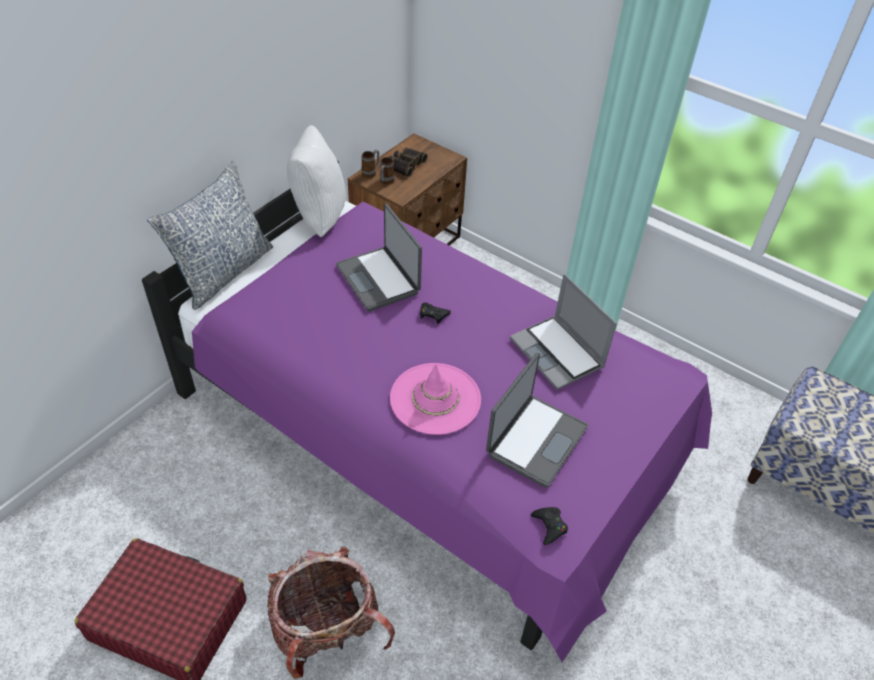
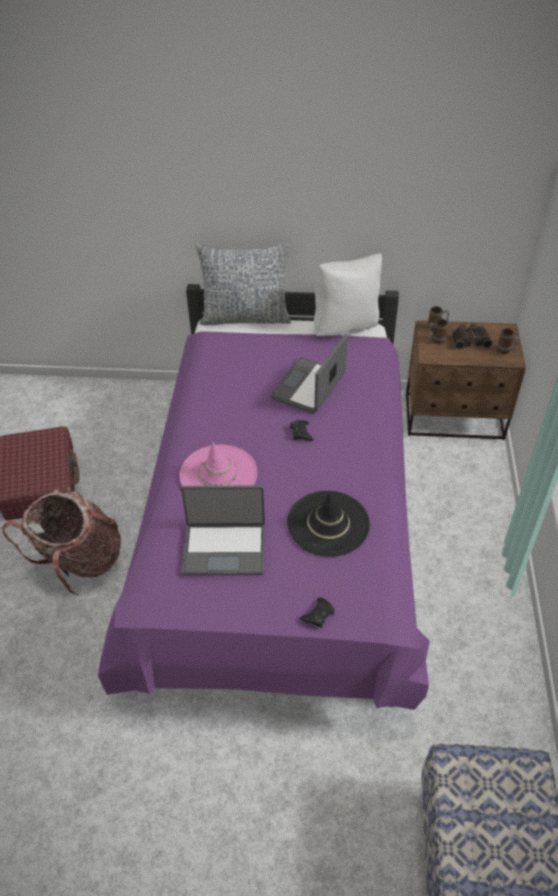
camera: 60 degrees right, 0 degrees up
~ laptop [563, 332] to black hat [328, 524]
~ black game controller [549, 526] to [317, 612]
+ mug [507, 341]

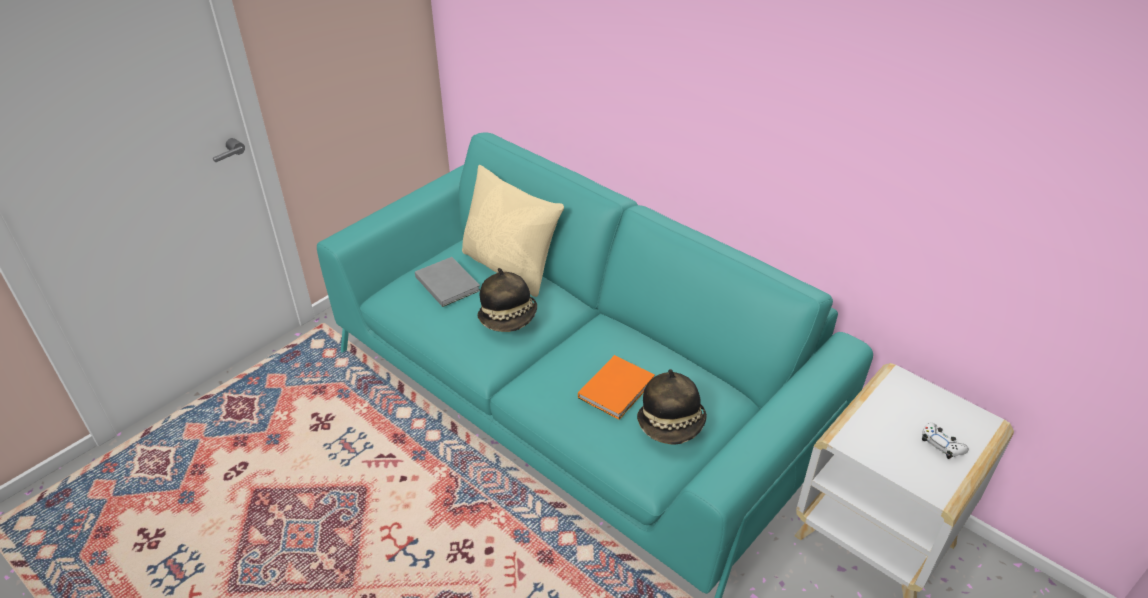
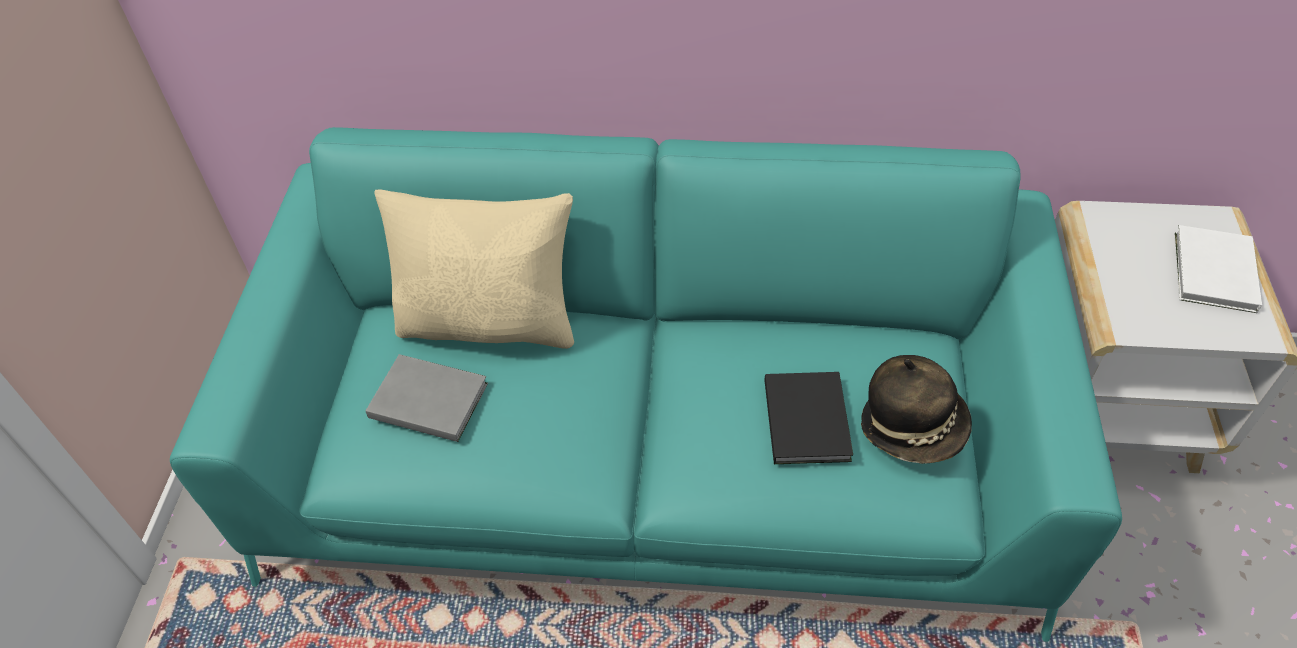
camera: 35 degrees left, 10 degrees up
- hat [507, 300]
~ orange book [616, 387] to black book [808, 418]
~ white game controller [945, 441] to white book [1218, 269]

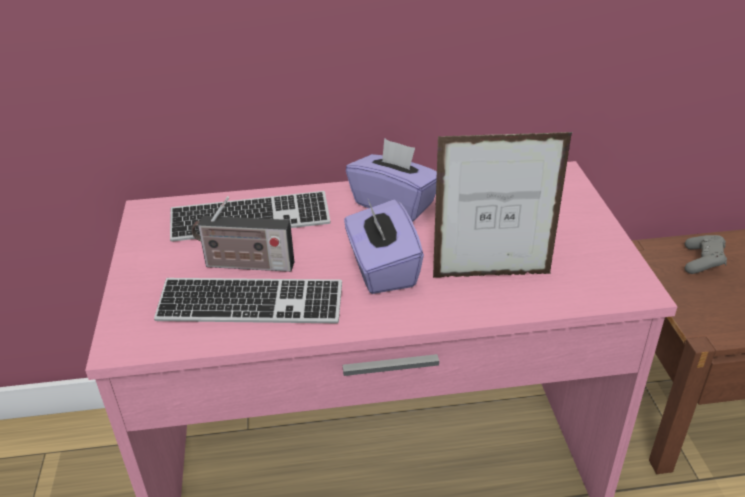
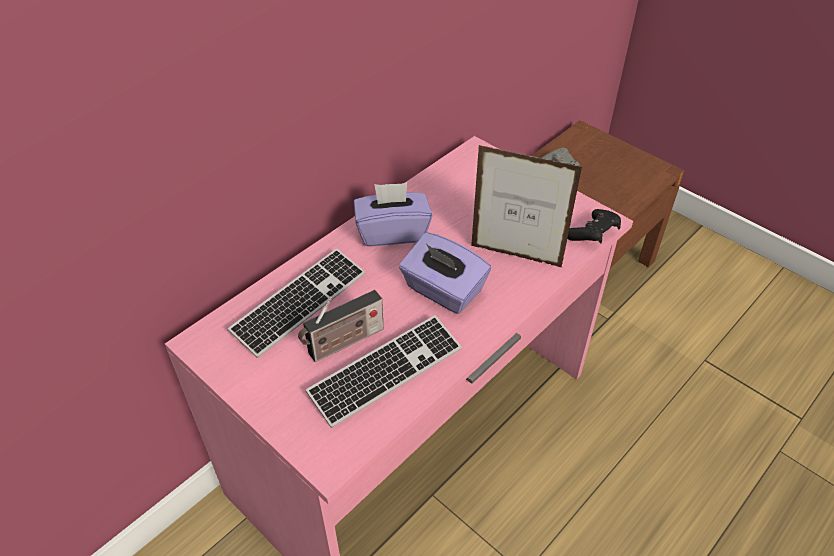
camera: 40 degrees left, 10 degrees up
~ picture frame [503, 205] = [526, 206] 60 degrees clockwise
+ black game controller [594, 226]

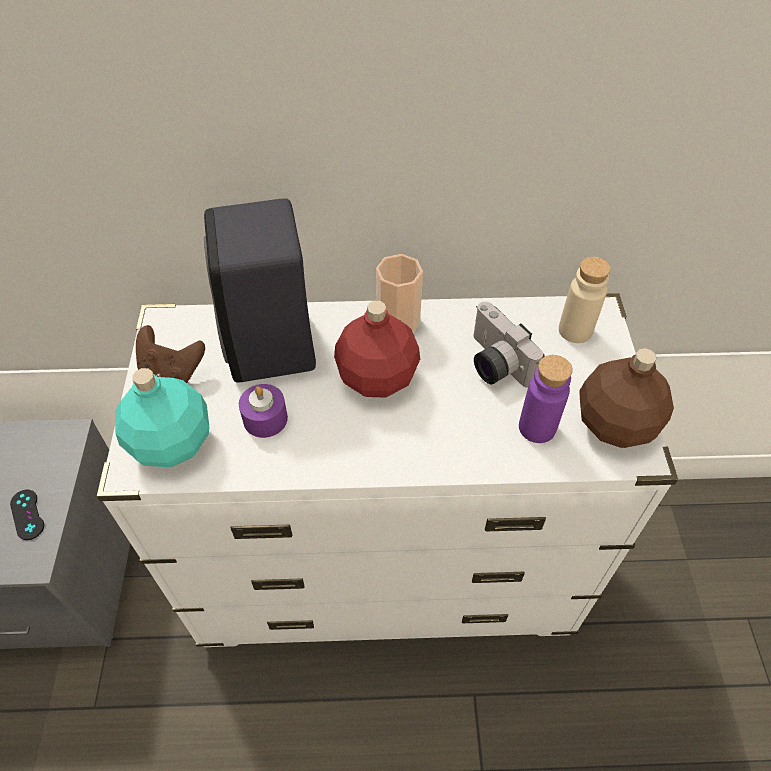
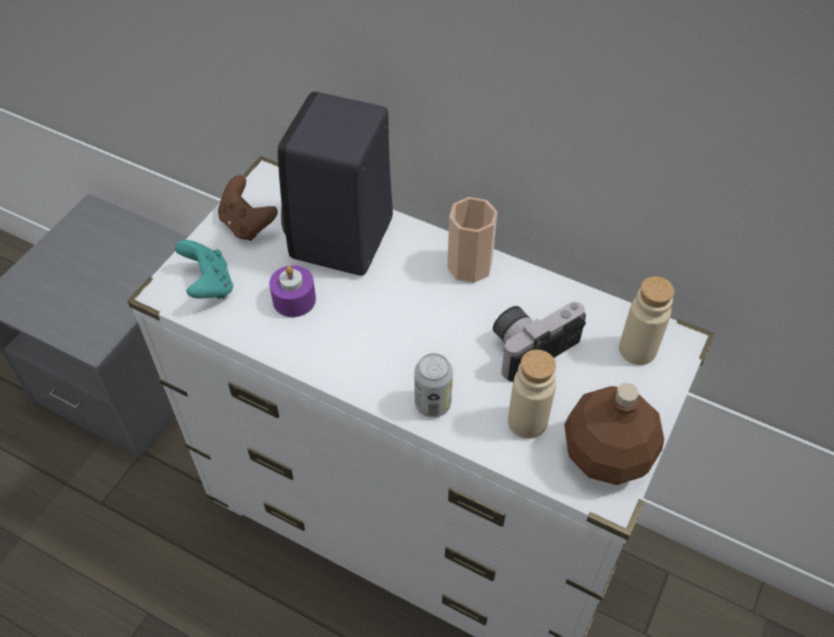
camera: 30 degrees right, 0 degrees up
- red bottle [377, 349]
~ photo camera [508, 345] = [539, 342] 60 degrees clockwise
~ purple bottle [546, 399] to beige bottle [532, 394]
~ turquoise bottle [162, 417] to turquoise game controller [204, 269]
- black game controller [27, 514]
+ can [434, 385]

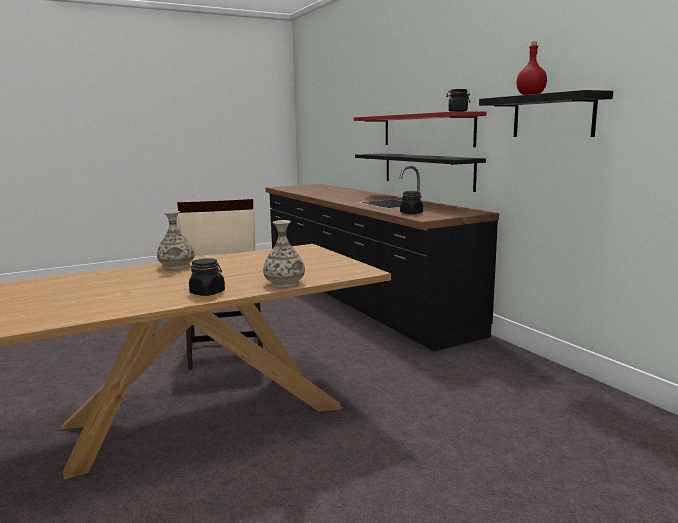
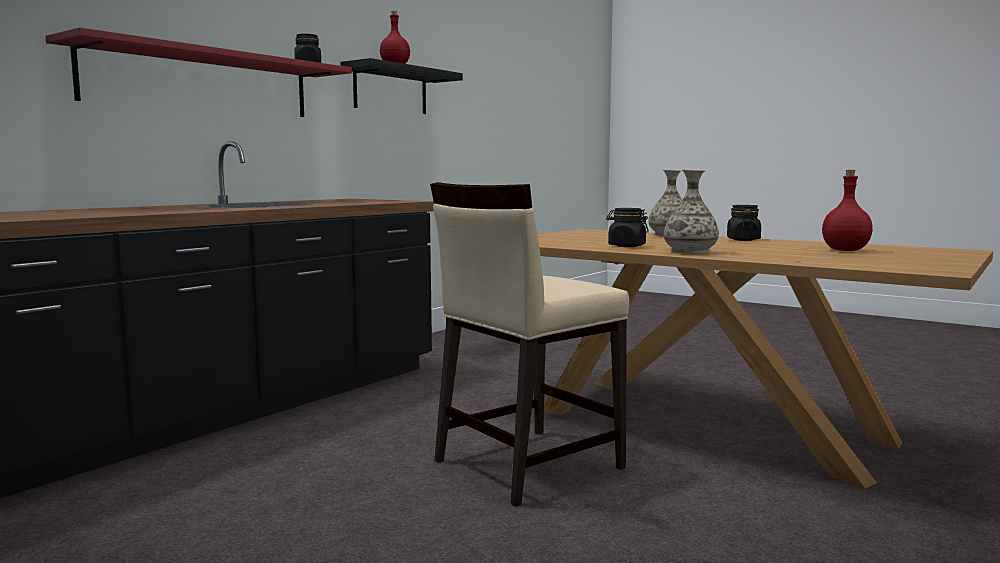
camera: 115 degrees left, 5 degrees down
- black shelf [420, 172]
~ black jar [411, 202] to [627, 227]
+ red bottle [847, 210]

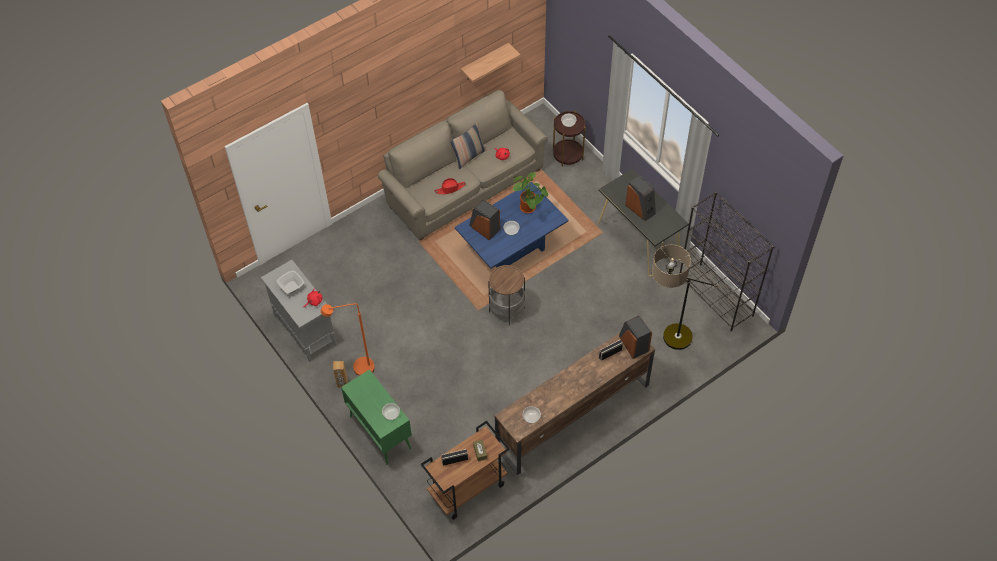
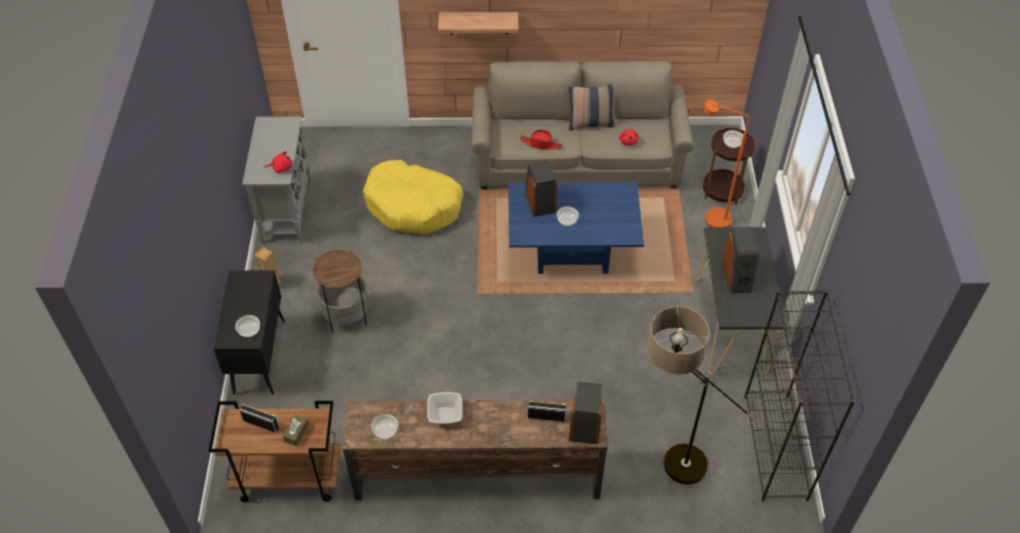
camera: 35 degrees right, 5 degrees down
~ shelf [490, 63] to [478, 23]
- potted plant [530, 193]
~ side table [506, 295] to [340, 291]
~ bowl [290, 282] to [444, 408]
~ orange floor lamp [348, 339] to [726, 163]
~ green cabinet [376, 417] to black cabinet [249, 332]
+ yellow dog bed [413, 197]

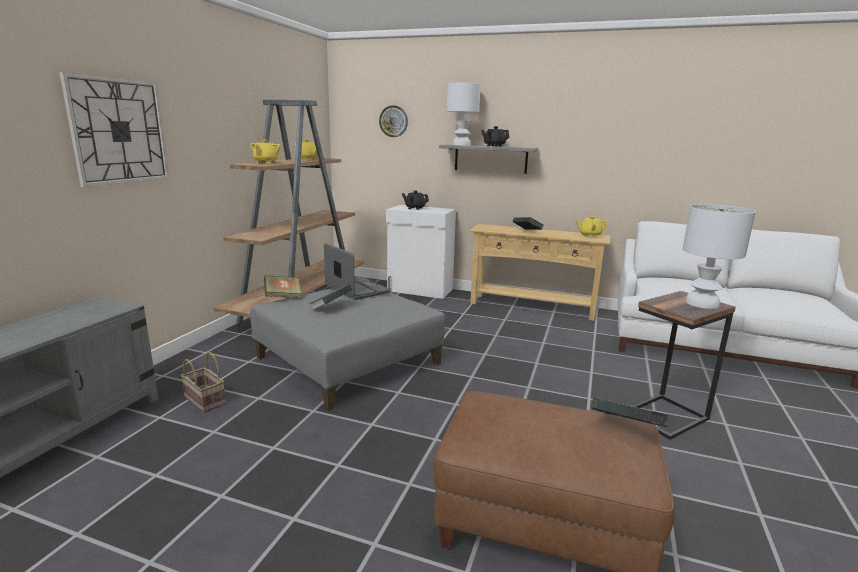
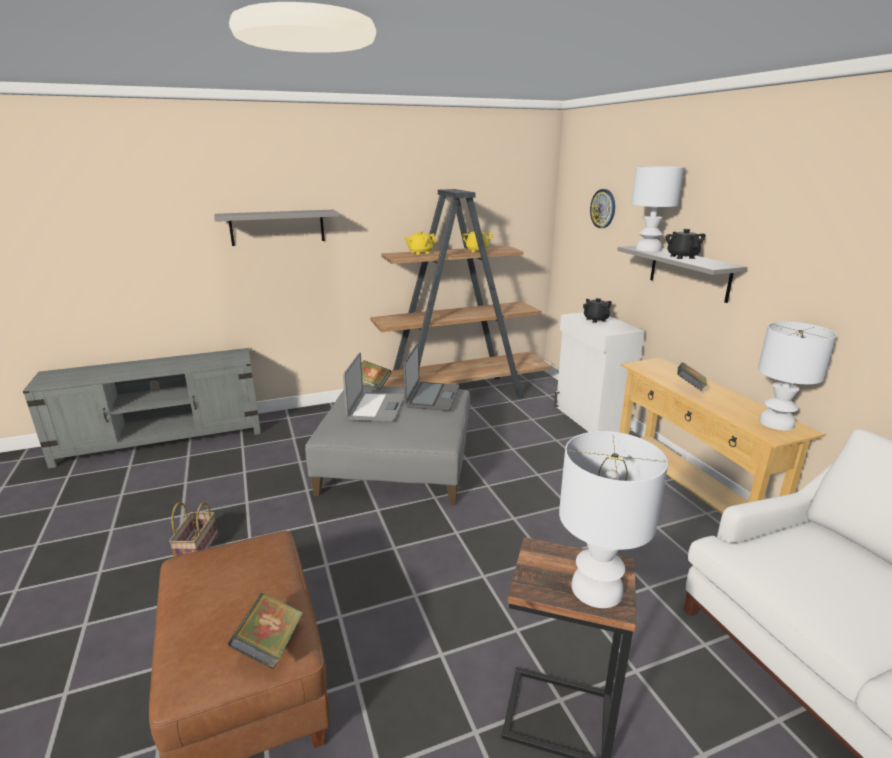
camera: 50 degrees right, 5 degrees up
~ wall clock [114, 129] to grey shelf [277, 228]
~ yellow teapot [591, 227] to white table lamp [797, 376]
~ book [330, 297] to laptop [373, 387]
~ basket [203, 382] to [193, 529]

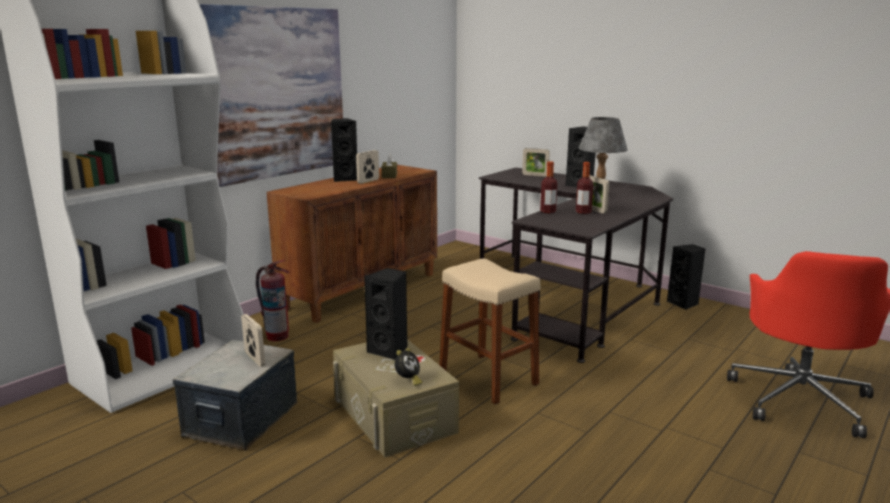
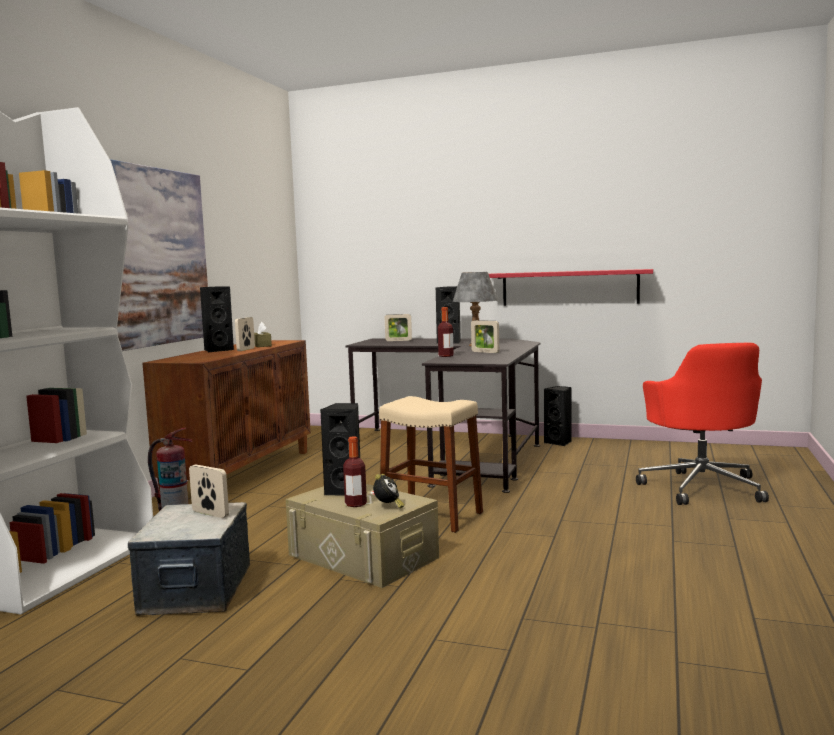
camera: 20 degrees left, 10 degrees down
~ bottle [585, 188] to [355, 471]
+ red shelf [571, 287]

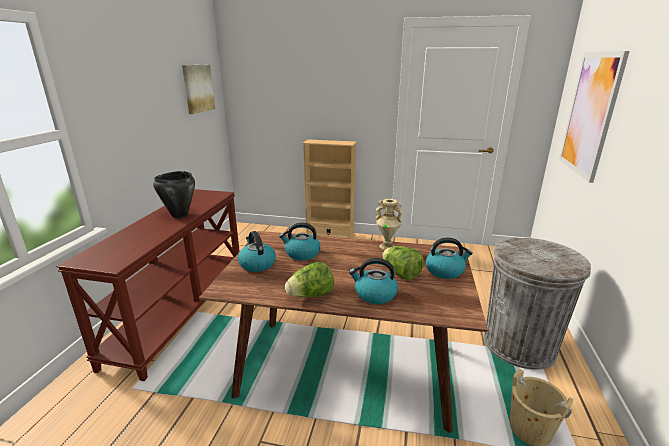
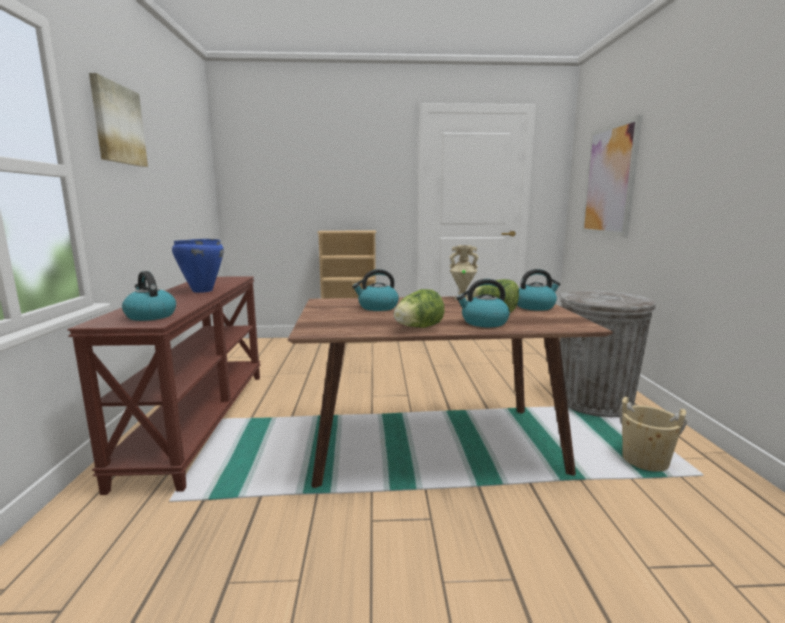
camera: 15 degrees left, 10 degrees down
~ picture [198, 89] to [118, 120]
~ black cooking pot [174, 194] to blue cooking pot [198, 266]
~ kettle [257, 251] to [149, 296]

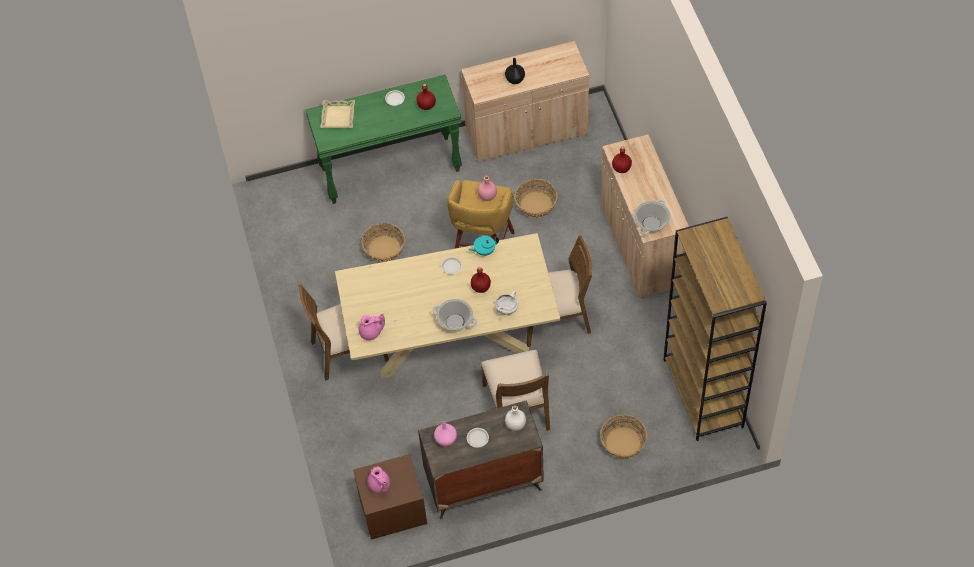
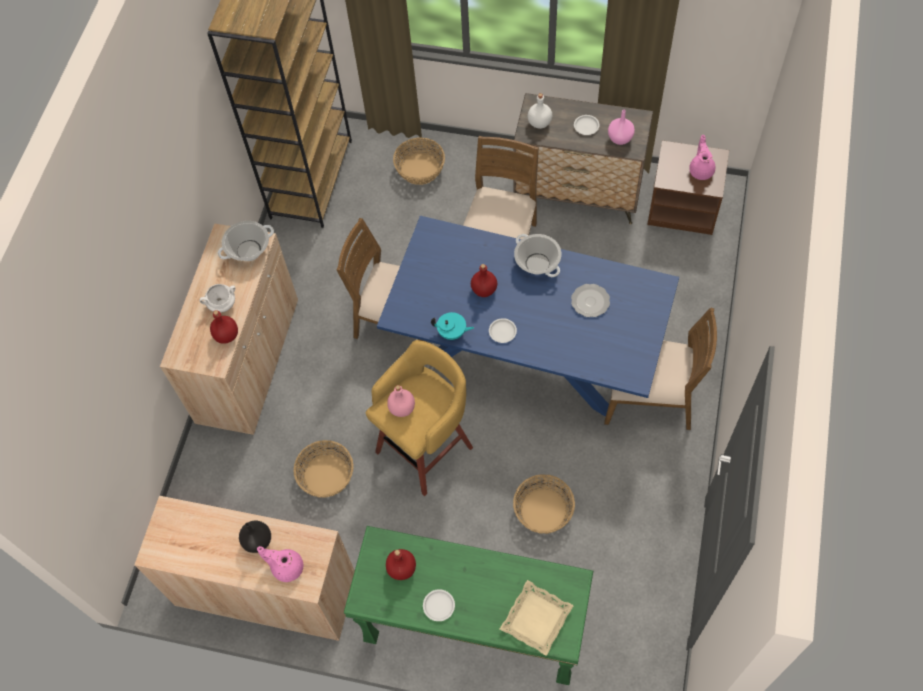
camera: 150 degrees left, 5 degrees up
~ beige dining table [447, 305] to blue dining table [528, 316]
~ white cooking pot [506, 303] to [217, 298]
~ pink teapot [372, 327] to [280, 564]
+ plate [590, 300]

